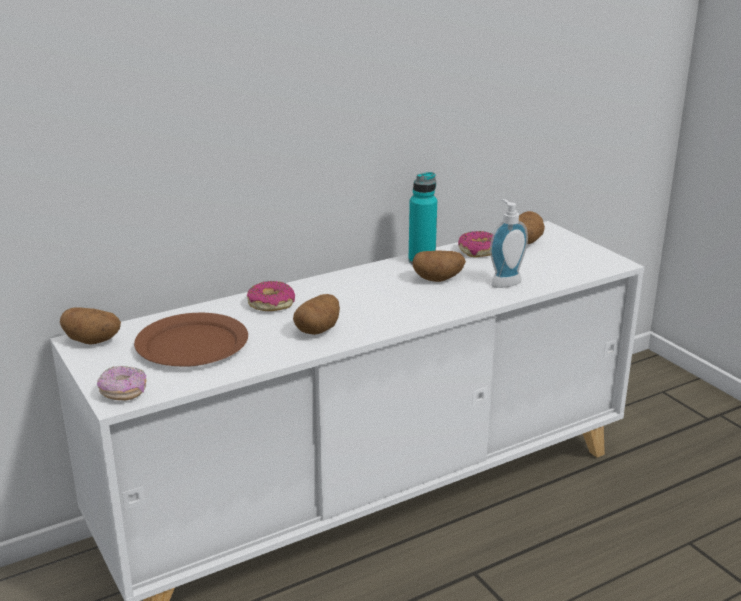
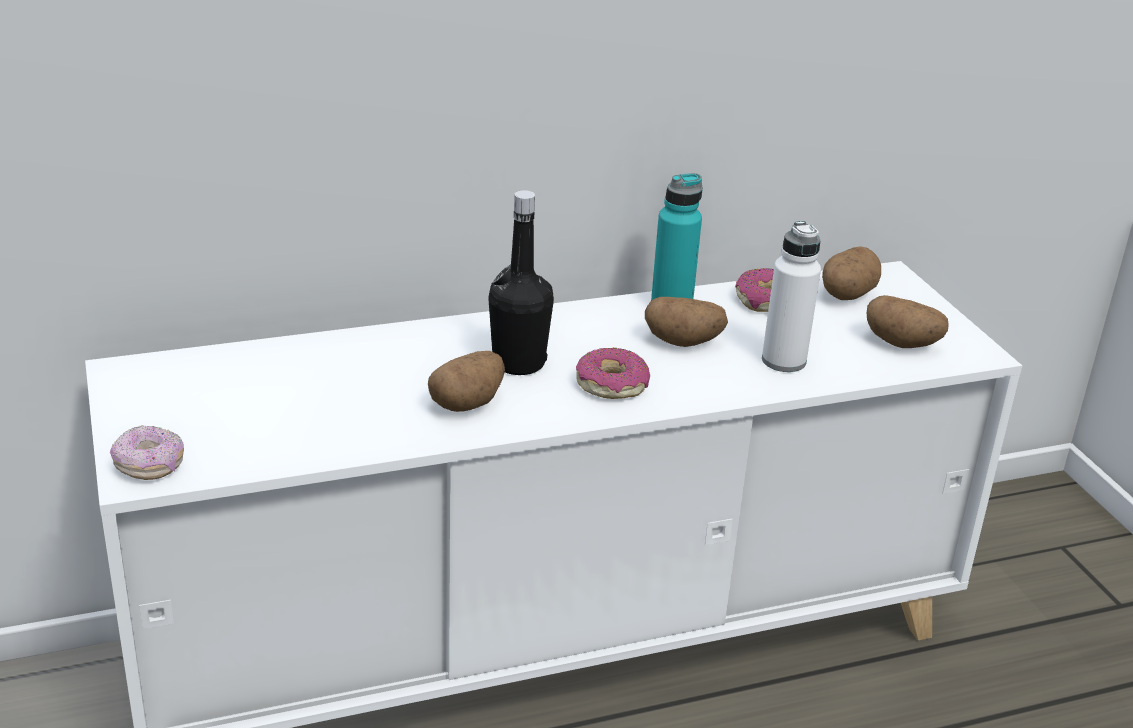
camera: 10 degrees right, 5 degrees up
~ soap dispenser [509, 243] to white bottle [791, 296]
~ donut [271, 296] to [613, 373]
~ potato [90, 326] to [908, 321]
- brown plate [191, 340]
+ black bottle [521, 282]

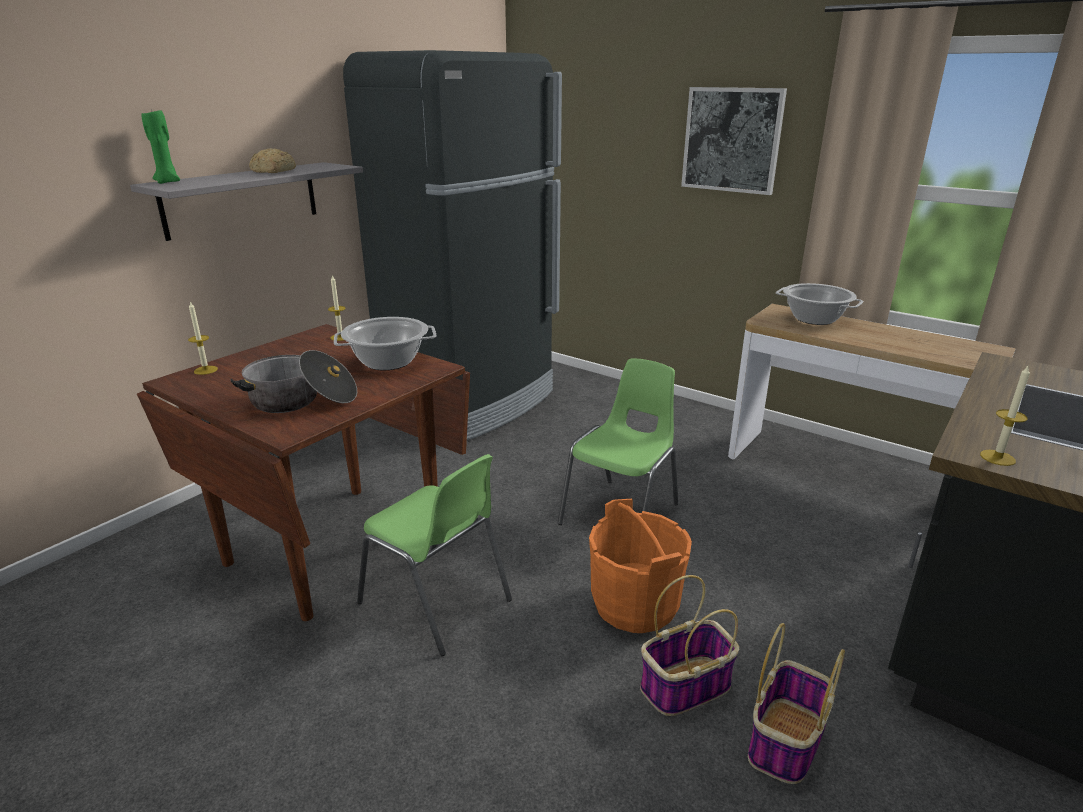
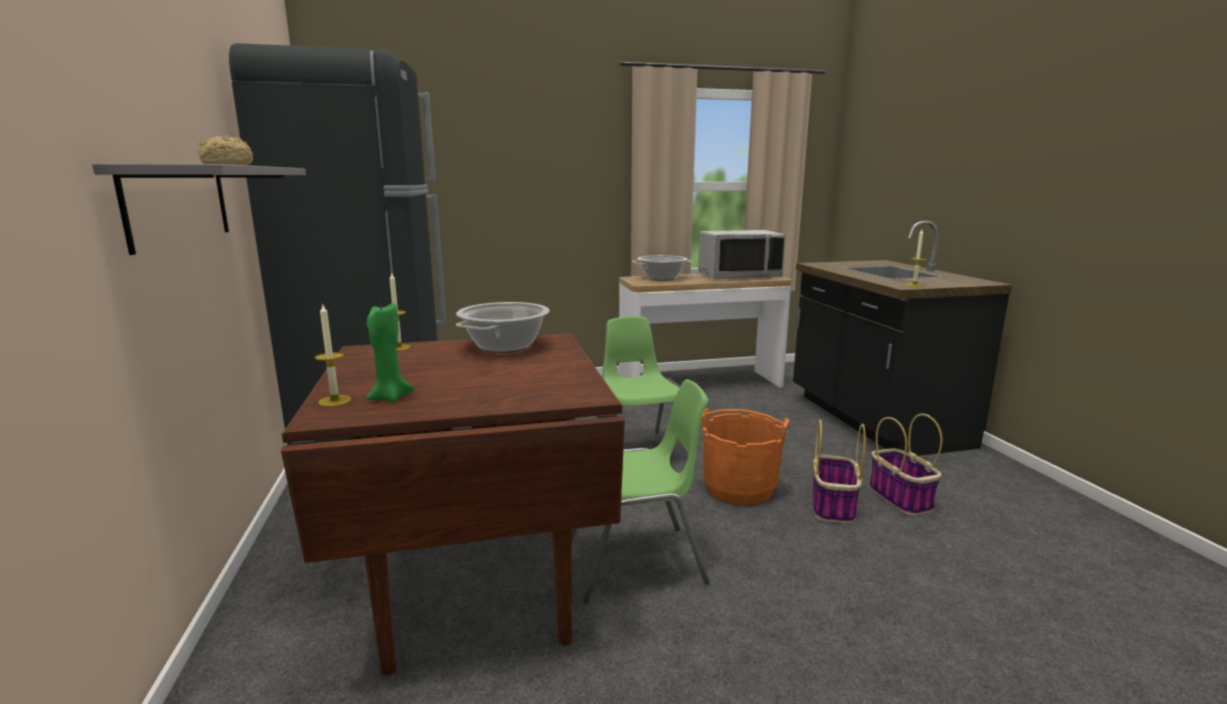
camera: 50 degrees left, 10 degrees down
- picture [734, 141]
~ green candle [161, 146] to [390, 352]
- cooking pot [293, 381]
+ grey microwave [742, 255]

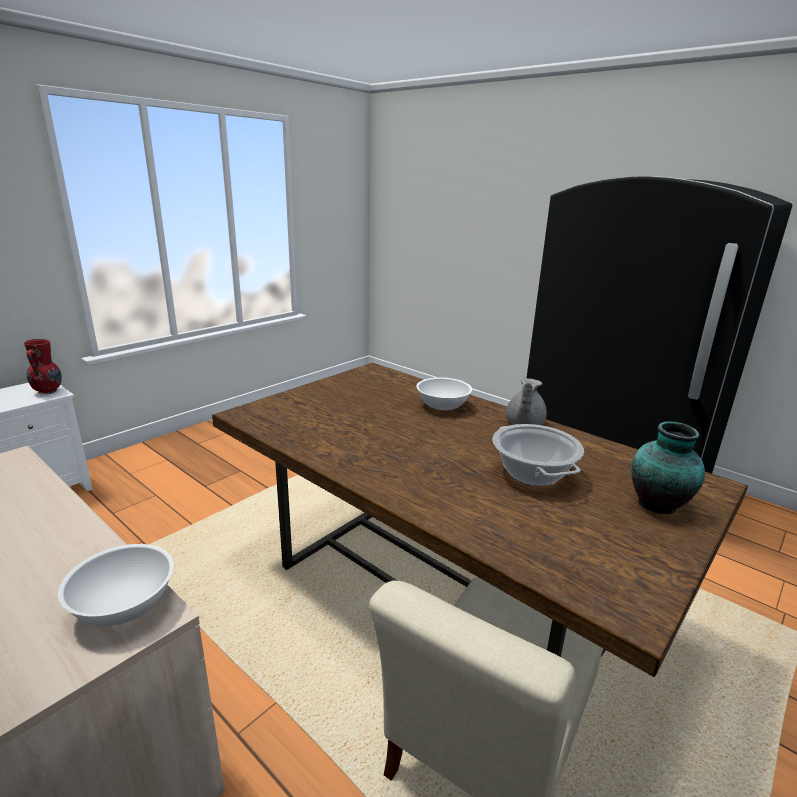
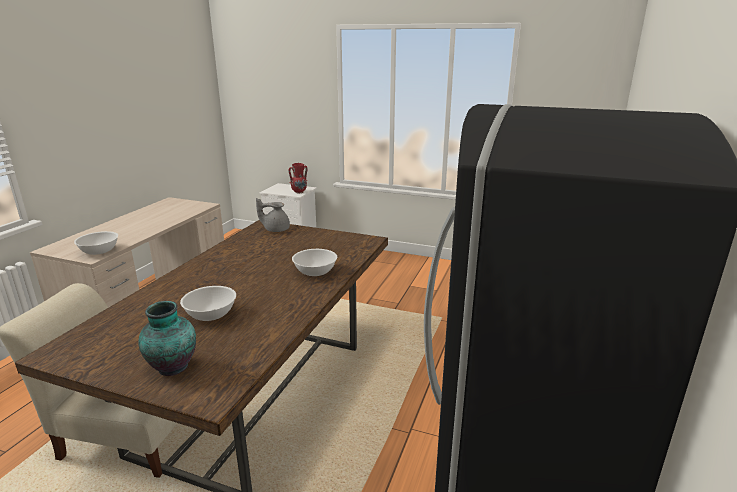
camera: 70 degrees right, 0 degrees up
~ grey teapot [526, 401] to [273, 215]
~ cooking pot [538, 455] to white bowl [208, 303]

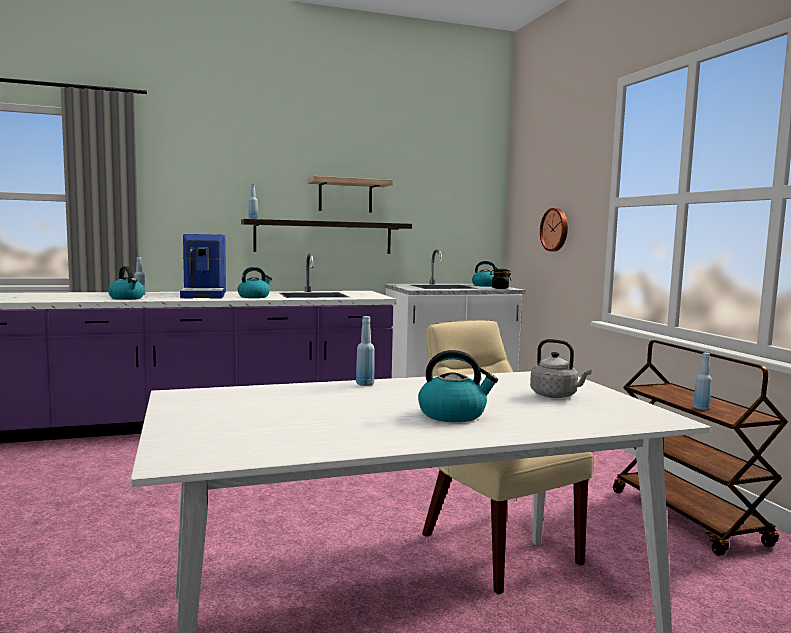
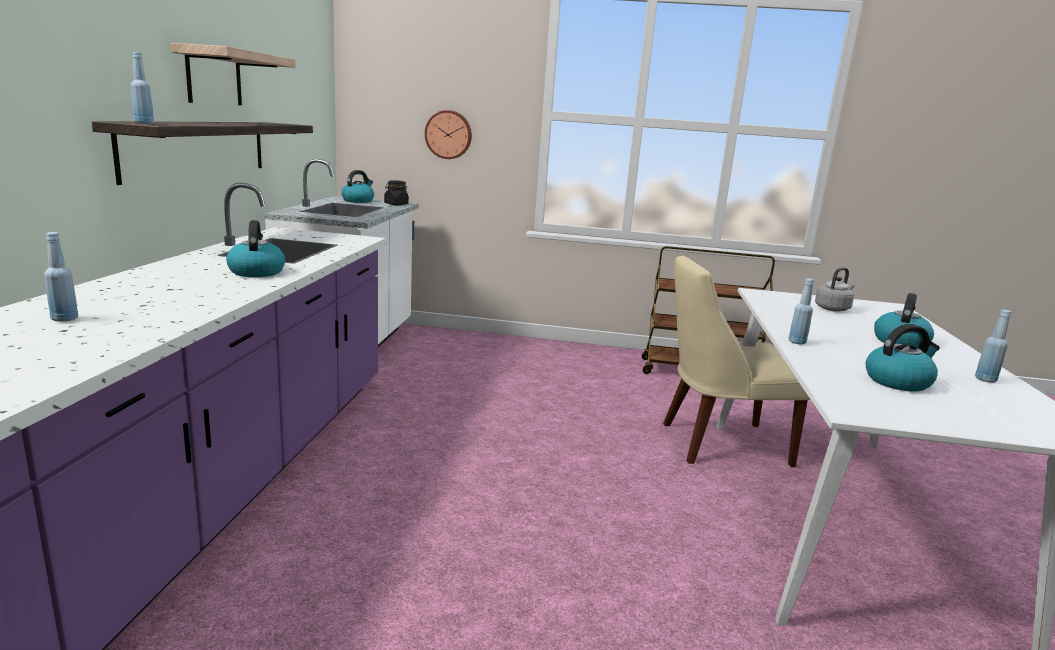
camera: 65 degrees left, 10 degrees up
- coffee machine [203, 266]
~ kettle [126, 283] to [902, 358]
~ blue bottle [702, 381] to [993, 346]

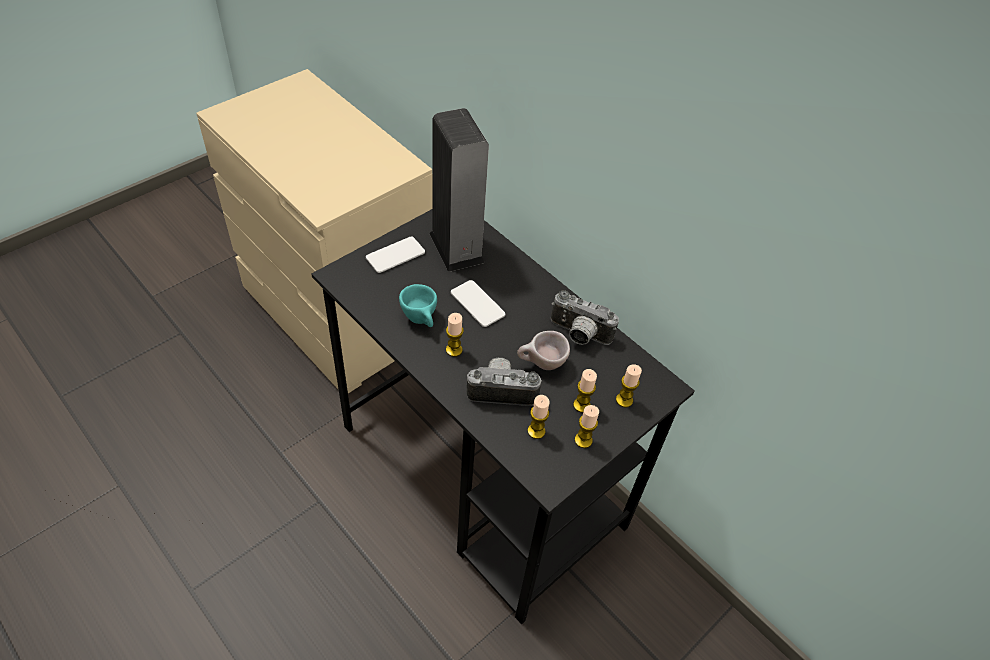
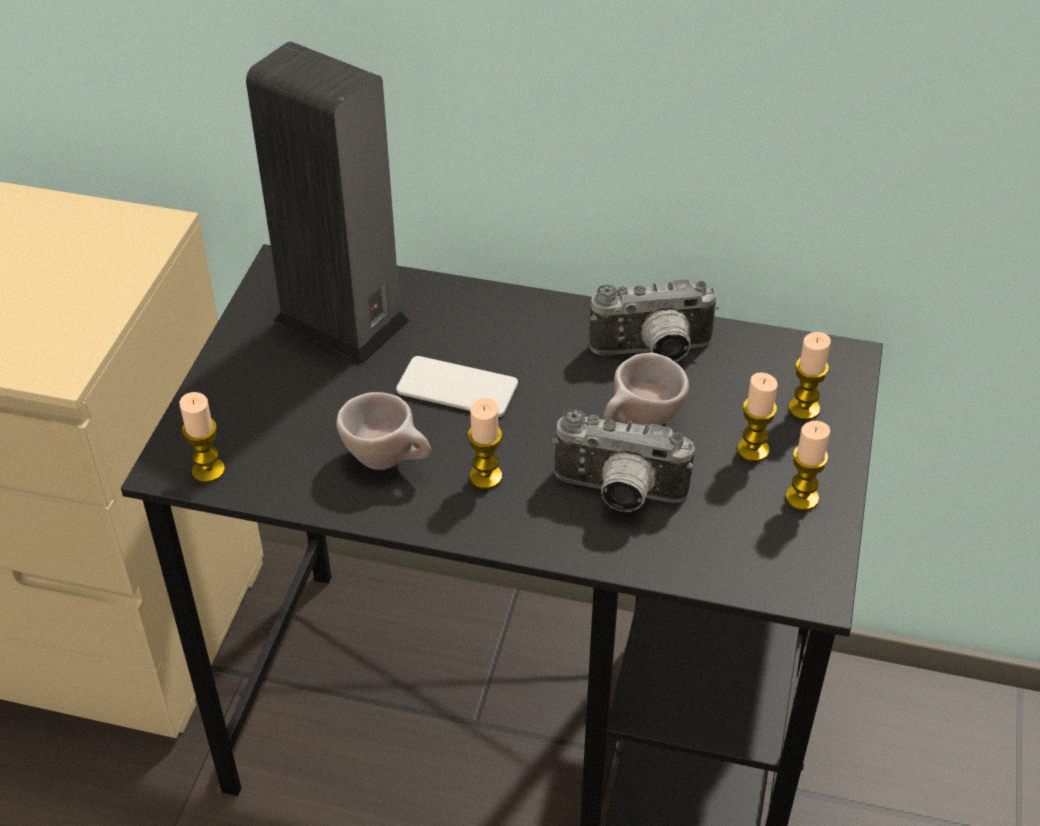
camera: 30 degrees left, 5 degrees down
- phone [395, 255]
~ turquoise cup [418, 305] to beige cup [383, 431]
~ photo camera [504, 382] = [623, 460] 135 degrees counterclockwise
~ candle [539, 417] to [202, 437]

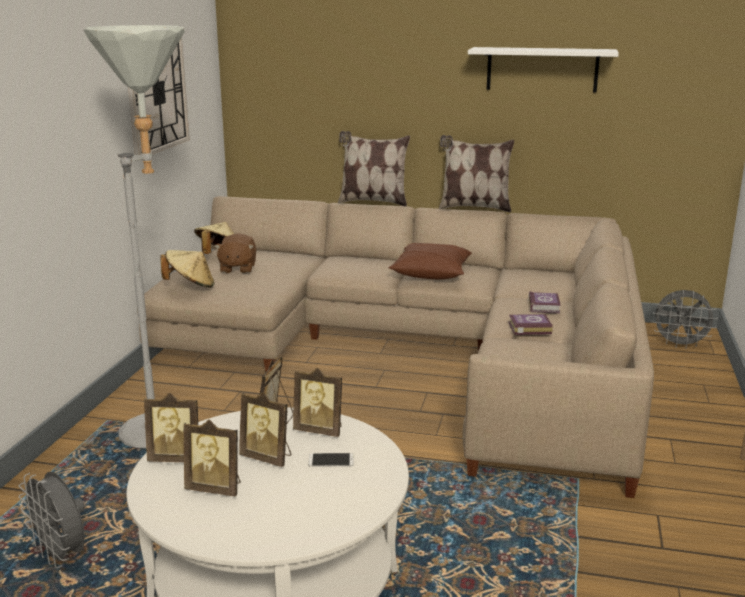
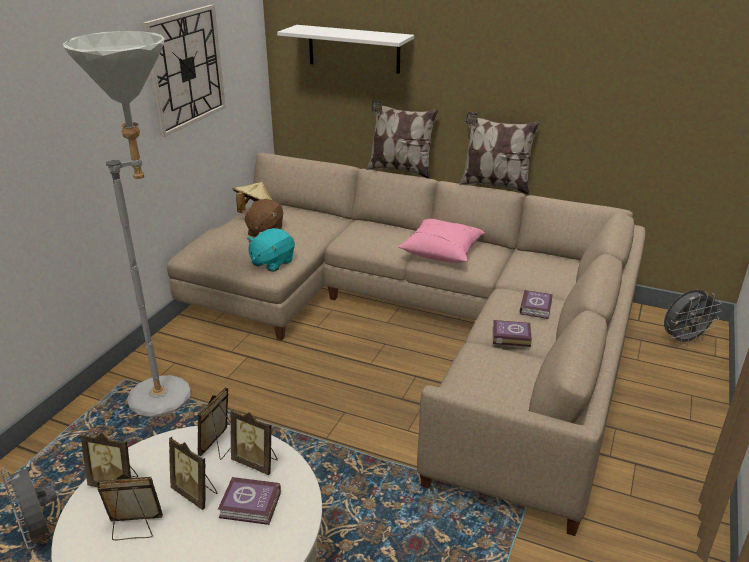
camera: 10 degrees right, 10 degrees up
~ white shelf [543, 70] to [345, 49]
~ brown pillow [430, 261] to pink pillow [442, 241]
- beige hat [187, 269]
~ grey fan [685, 319] = [693, 318] 45 degrees counterclockwise
~ picture frame [212, 457] = [129, 507] 150 degrees clockwise
~ phone [331, 460] to book [249, 501]
+ turquoise plush toy [271, 250]

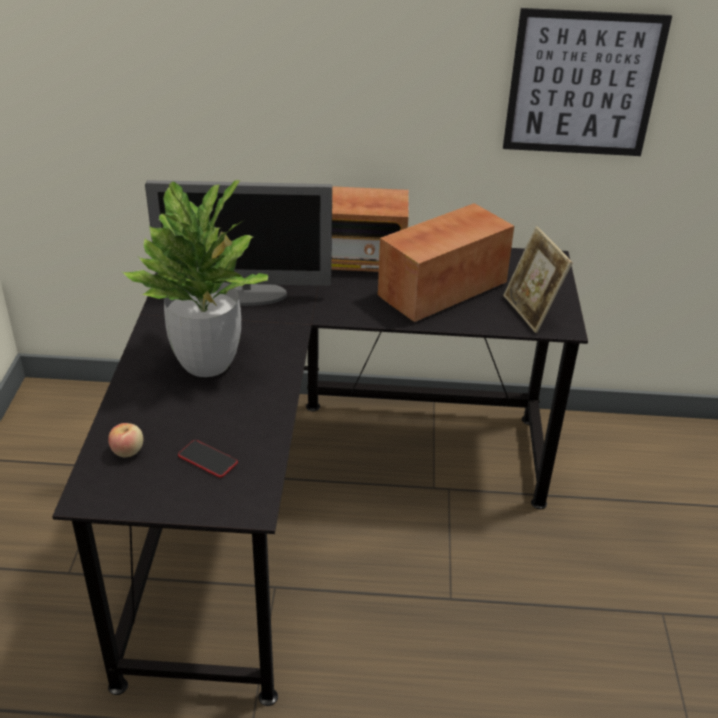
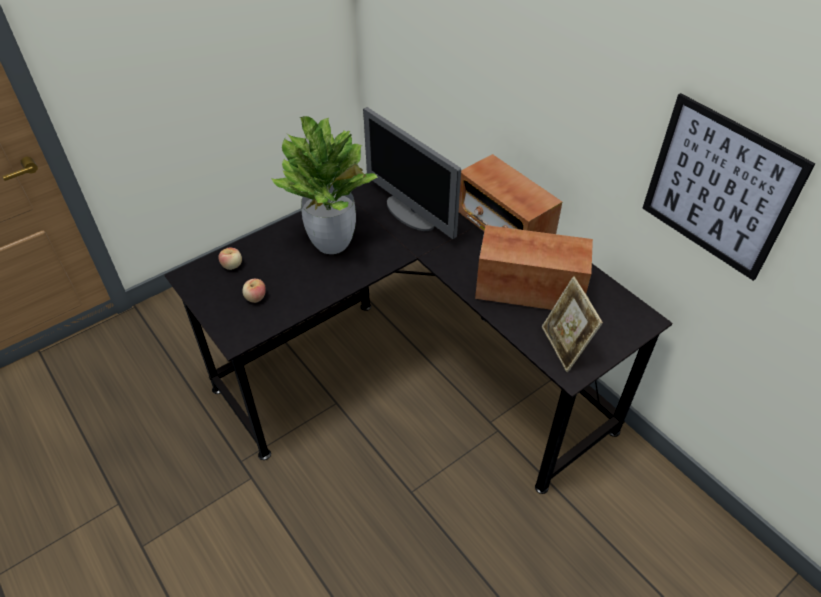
camera: 50 degrees right, 10 degrees up
~ picture frame [538, 279] = [572, 324] 45 degrees counterclockwise
~ phone [208, 459] to apple [254, 291]

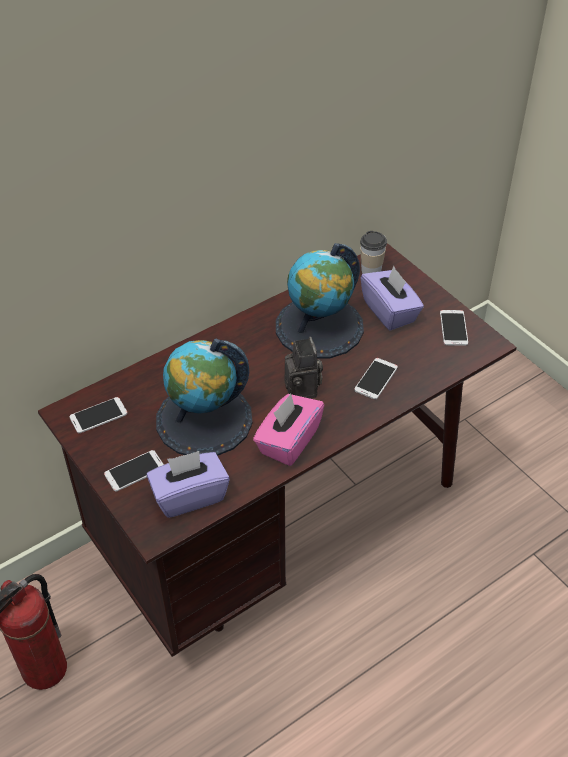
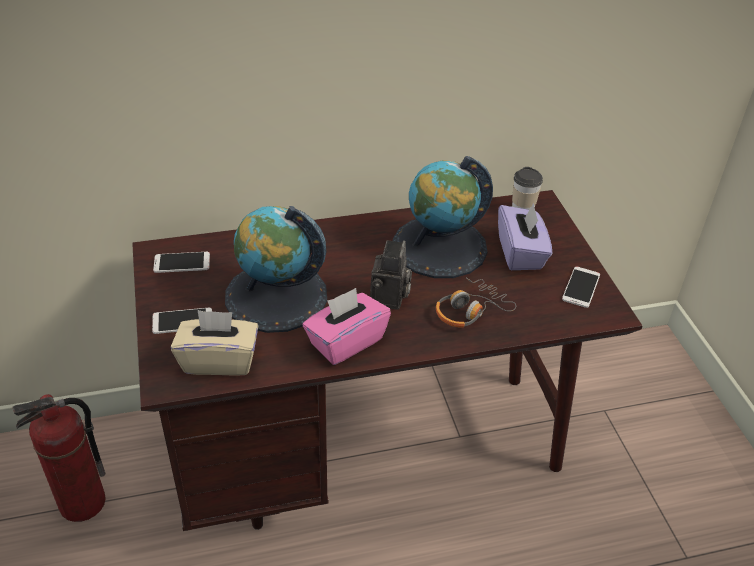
camera: 20 degrees right, 5 degrees down
~ phone [376, 378] to headphones [476, 302]
~ purple tissue box [188, 484] to beige tissue box [214, 343]

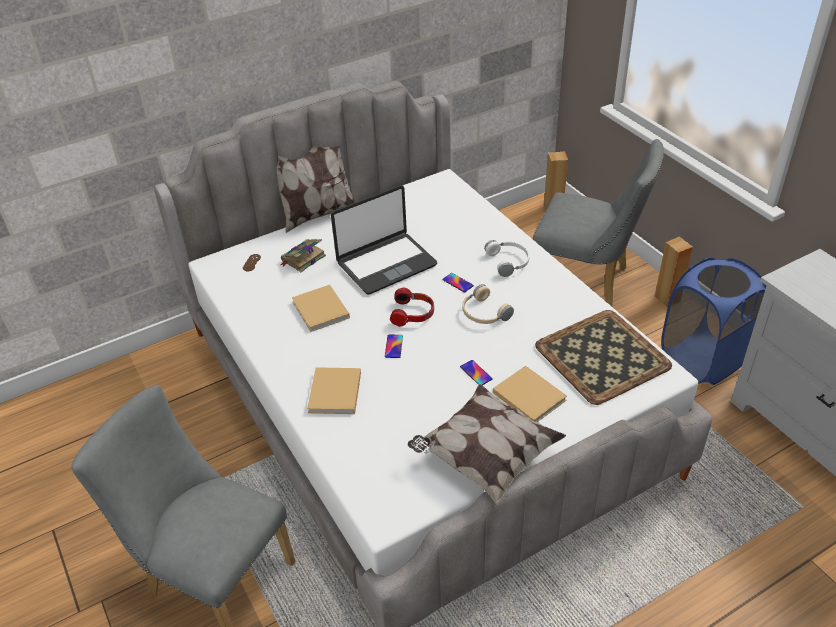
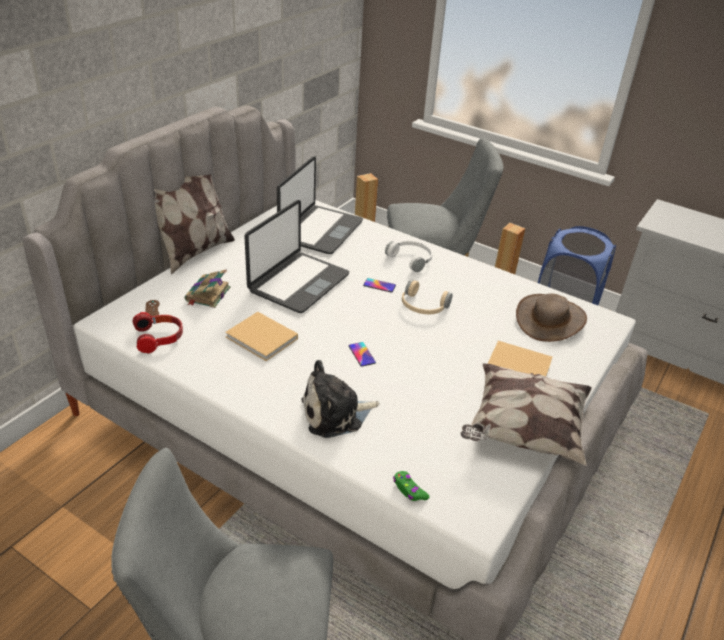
camera: 30 degrees left, 5 degrees down
~ headphones [412, 307] to [158, 333]
~ tray [603, 357] to brown hat [551, 318]
- phone [476, 372]
~ beige book [334, 390] to plush toy [340, 399]
+ laptop [320, 205]
+ green game controller [411, 486]

